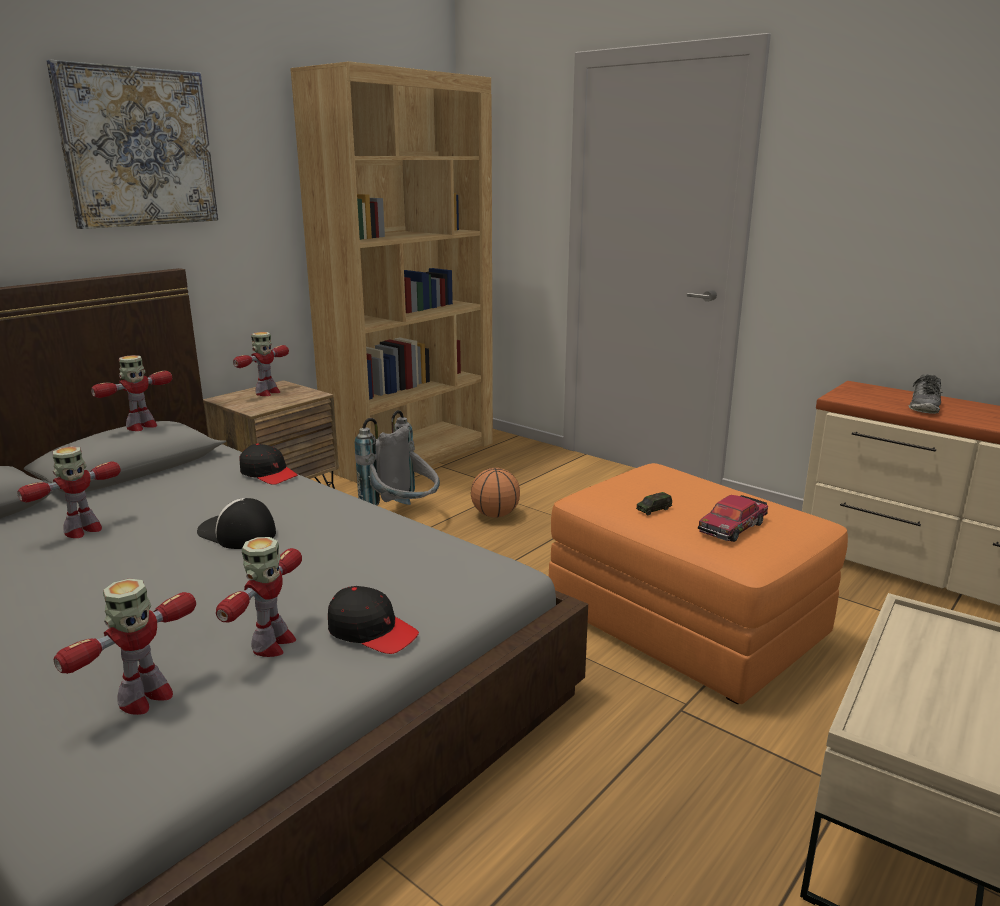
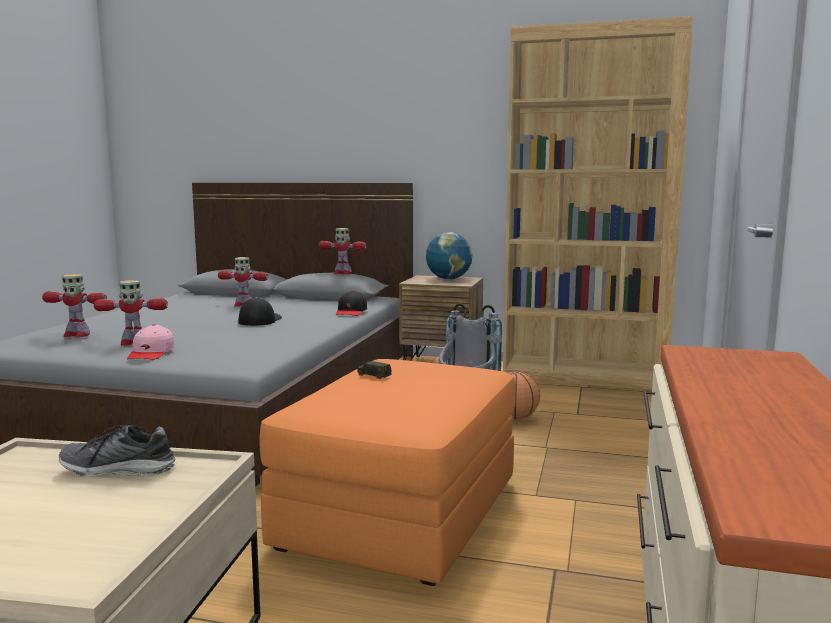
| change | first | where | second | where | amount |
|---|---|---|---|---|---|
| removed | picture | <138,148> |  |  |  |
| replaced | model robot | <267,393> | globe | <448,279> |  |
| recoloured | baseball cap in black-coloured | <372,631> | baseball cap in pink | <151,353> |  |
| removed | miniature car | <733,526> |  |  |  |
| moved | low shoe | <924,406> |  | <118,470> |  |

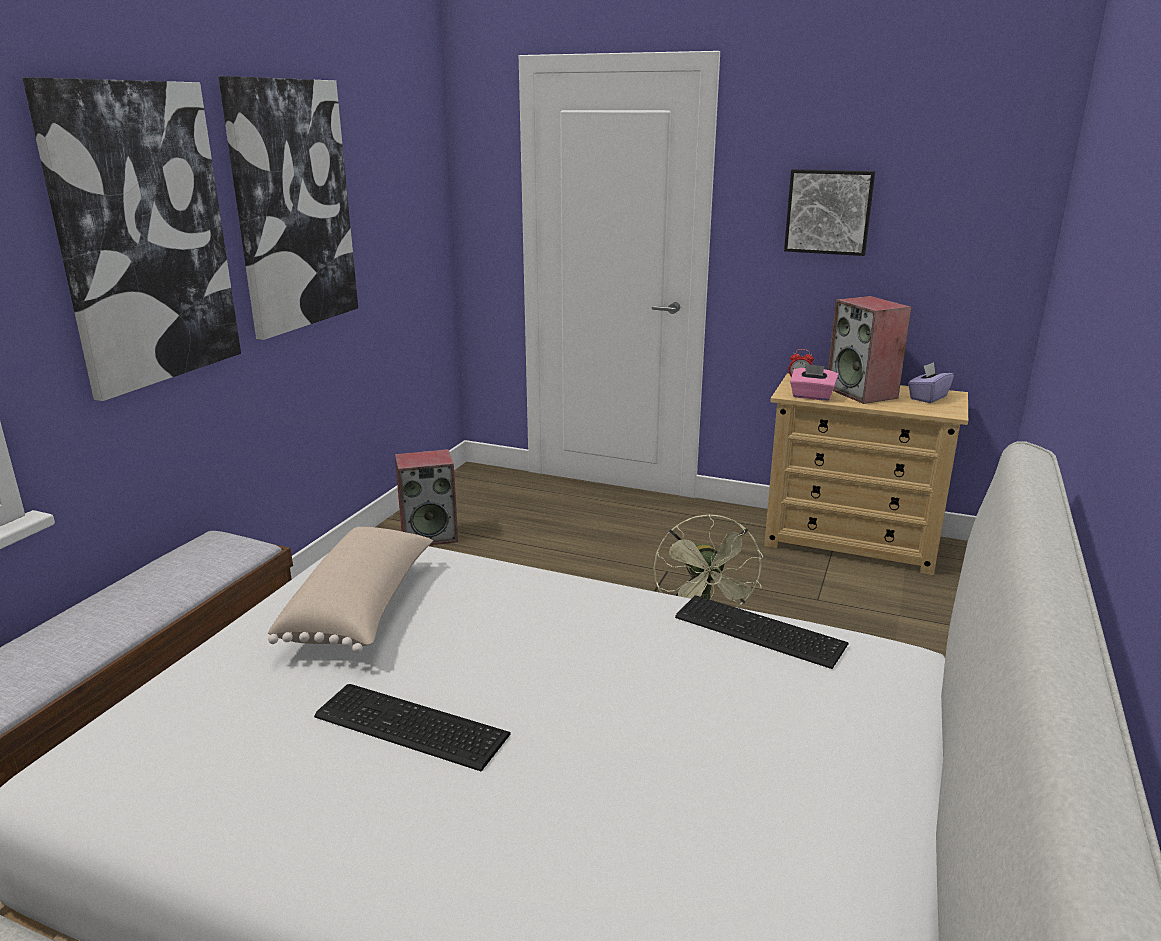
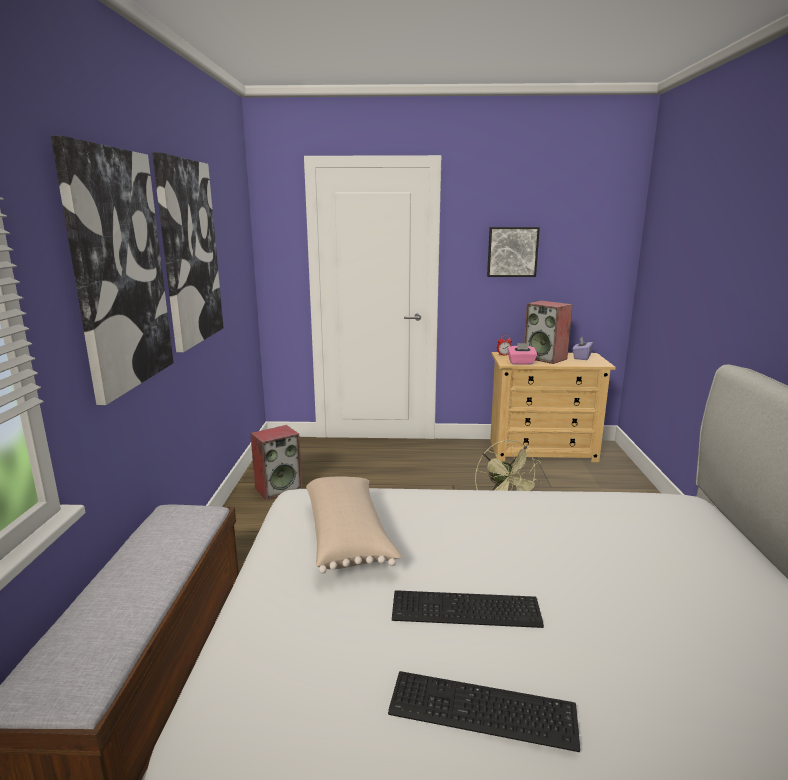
| change | first | where | second | where | amount |
|---|---|---|---|---|---|
| moved | PC keyboard | <760,632> |  | <484,712> |  |

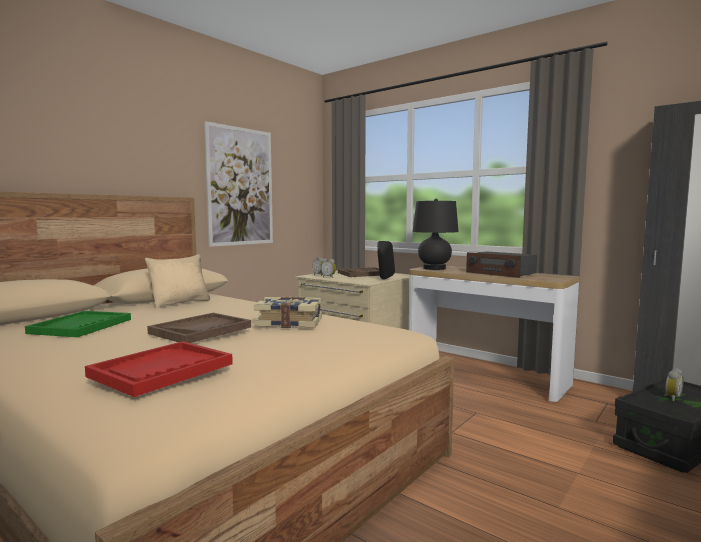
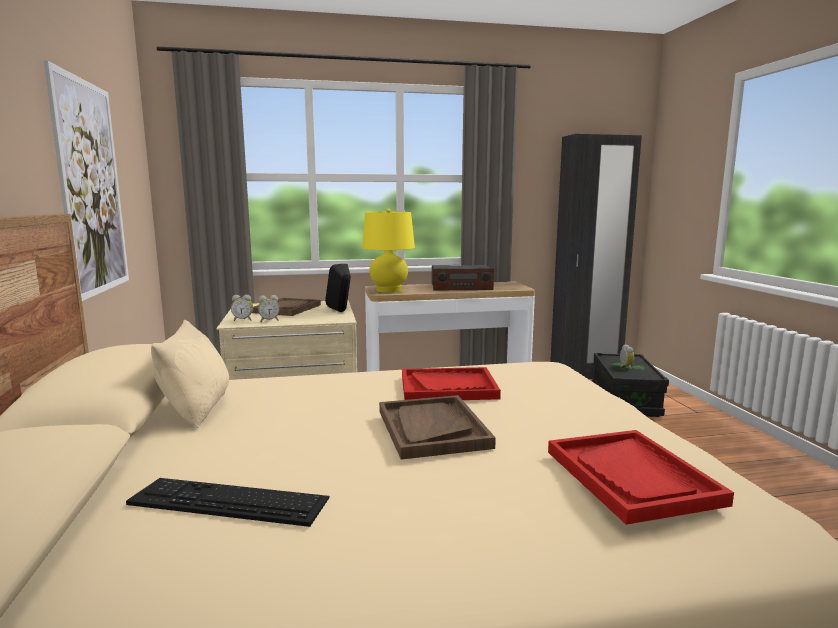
| change | first | where | second | where | amount |
|---|---|---|---|---|---|
| replaced | serving tray in green-coloured | <81,326> | PC keyboard | <229,501> |  |
| replaced | book | <289,323> | serving tray in reddish | <448,387> |  |
| recoloured | table lamp in black-coloured | <434,268> | table lamp in yellow-coloured | <389,290> |  |

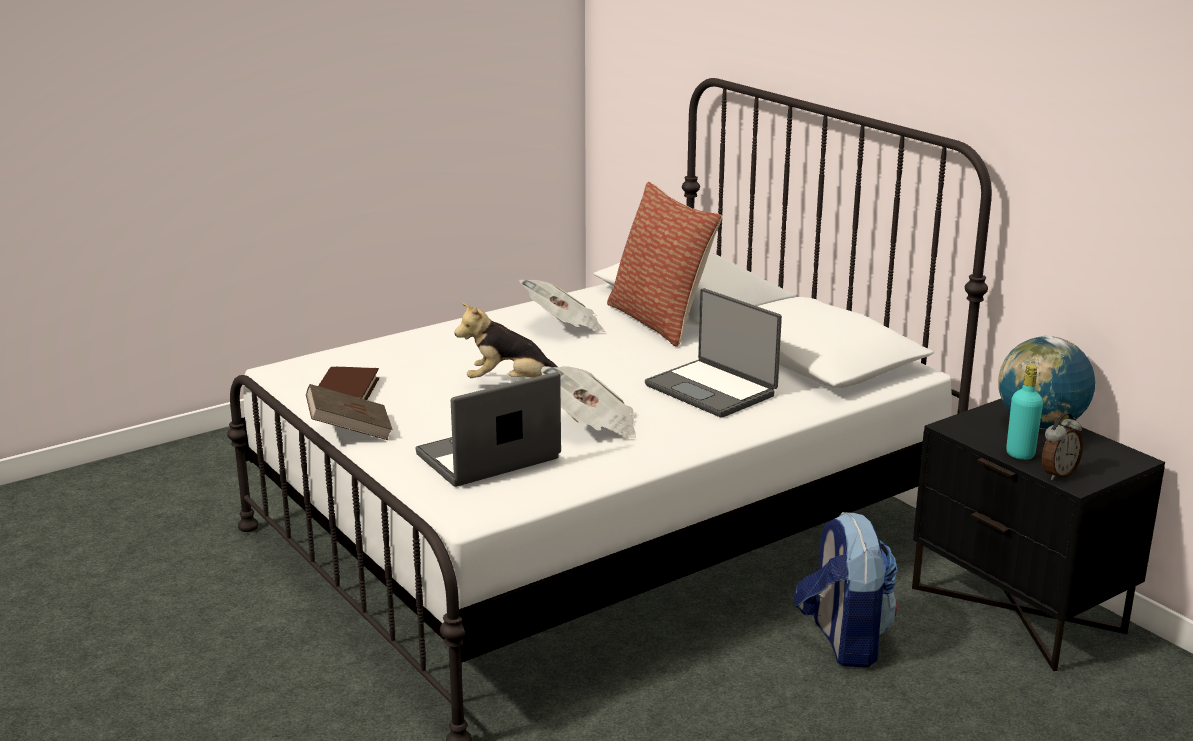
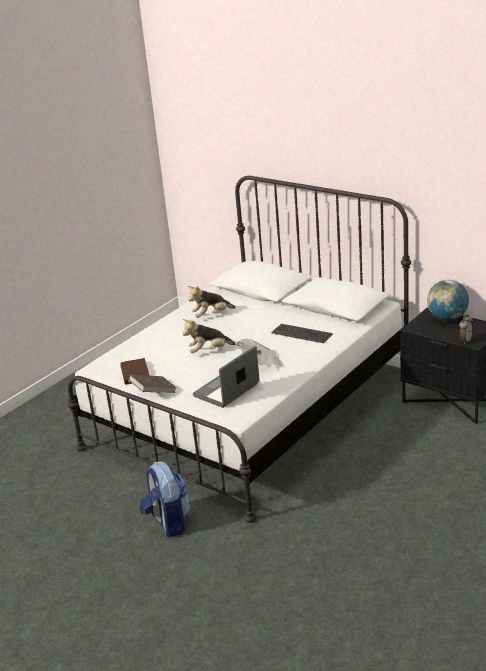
| change | first | where | second | where | amount |
|---|---|---|---|---|---|
| replaced | printed paper | <564,327> | plush toy | <211,315> |  |
| removed | pillow | <660,321> |  |  |  |
| replaced | portable computer | <712,390> | PC keyboard | <302,333> |  |
| moved | backpack | <843,641> |  | <168,523> |  |
| removed | drink bottle in turquoise | <1020,454> |  |  |  |

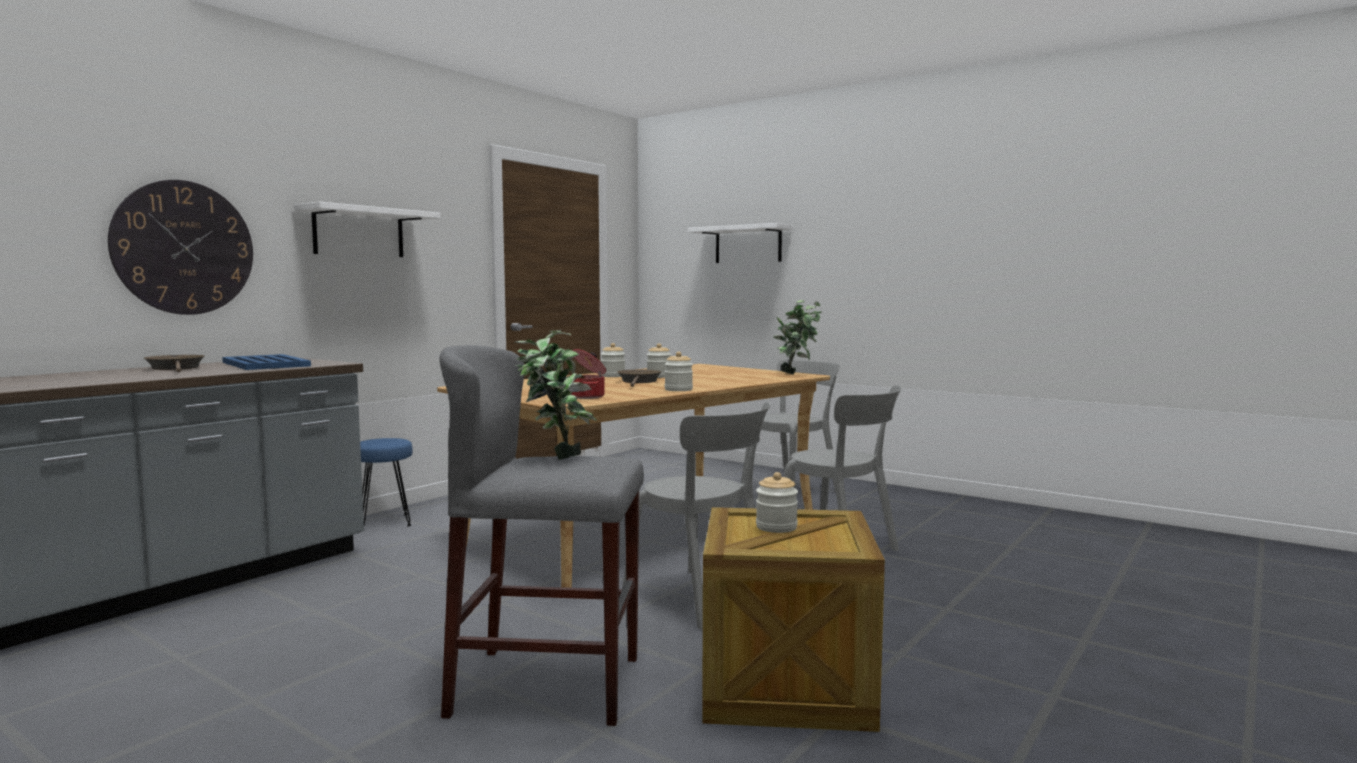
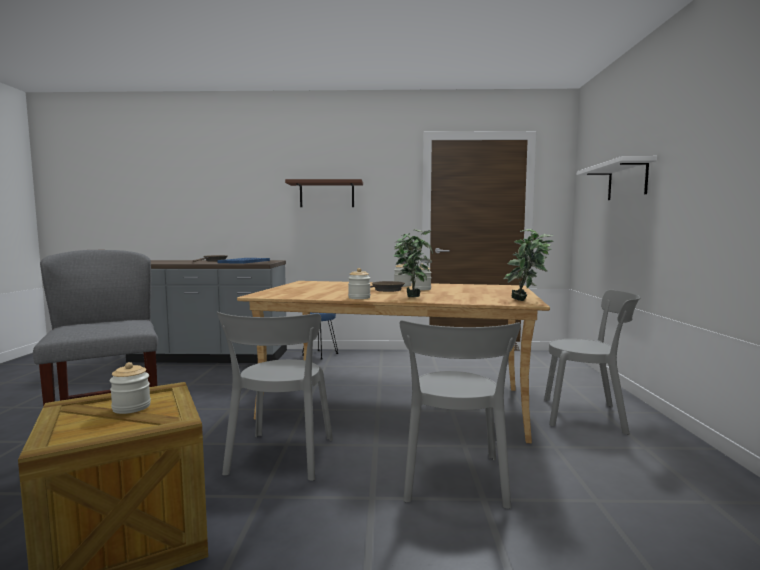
| change | first | where | second | where | amount |
|---|---|---|---|---|---|
| removed | hanging clock | <184,248> |  |  |  |
| recoloured | bracket shelf in white | <359,232> | bracket shelf in brown | <327,194> |  |
| moved | houseplant | <555,458> |  | <412,296> |  |
| removed | stockpot | <587,396> |  |  |  |

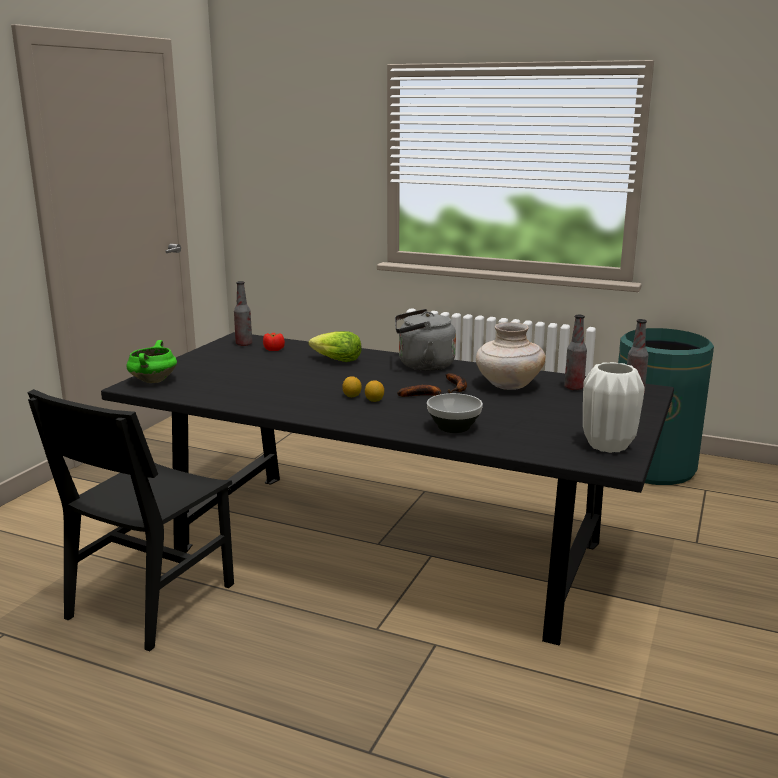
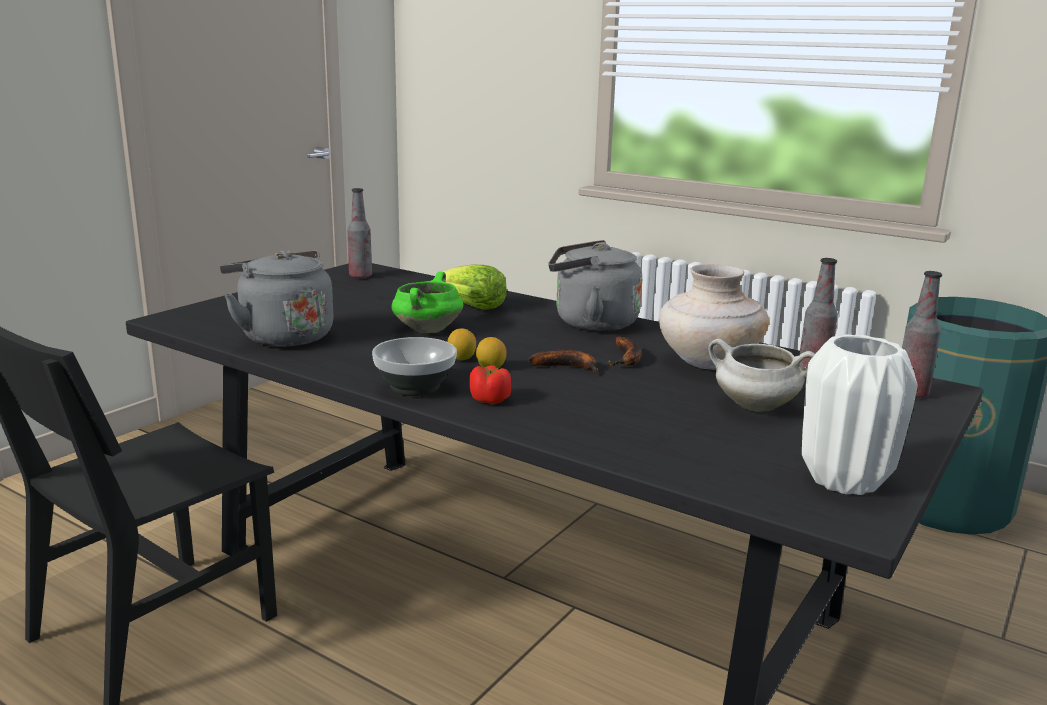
| change | first | where | second | where | amount |
|---|---|---|---|---|---|
| moved | stockpot in green-coloured | <153,380> |  | <427,330> |  |
| moved | whole tomato | <273,349> |  | <489,399> |  |
| moved | deep dish | <454,427> |  | <416,388> |  |
| added |  |  | tea kettle in grey | <283,336> |  |
| added |  |  | stockpot in white | <754,407> |  |

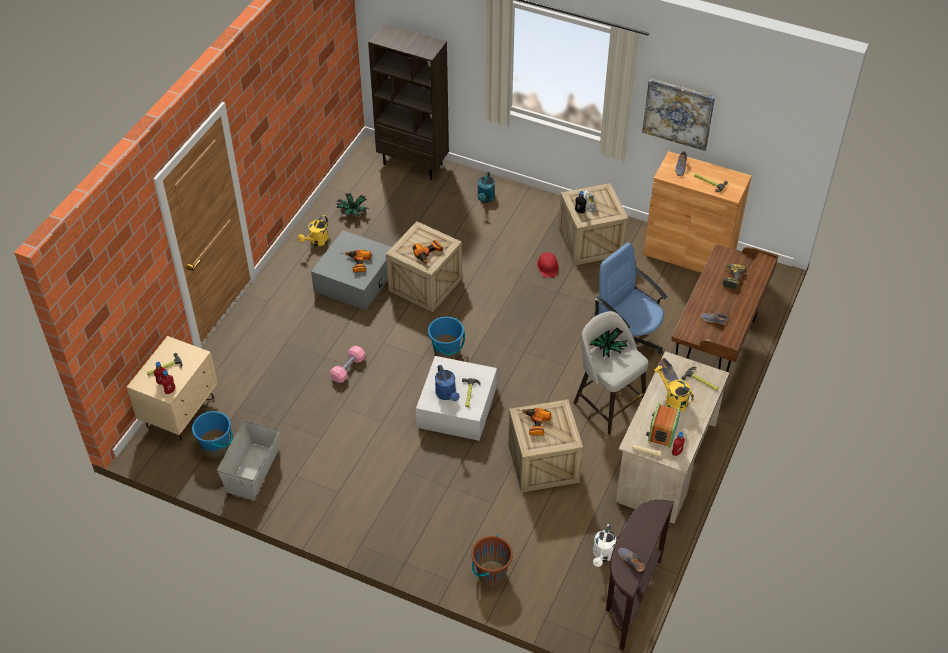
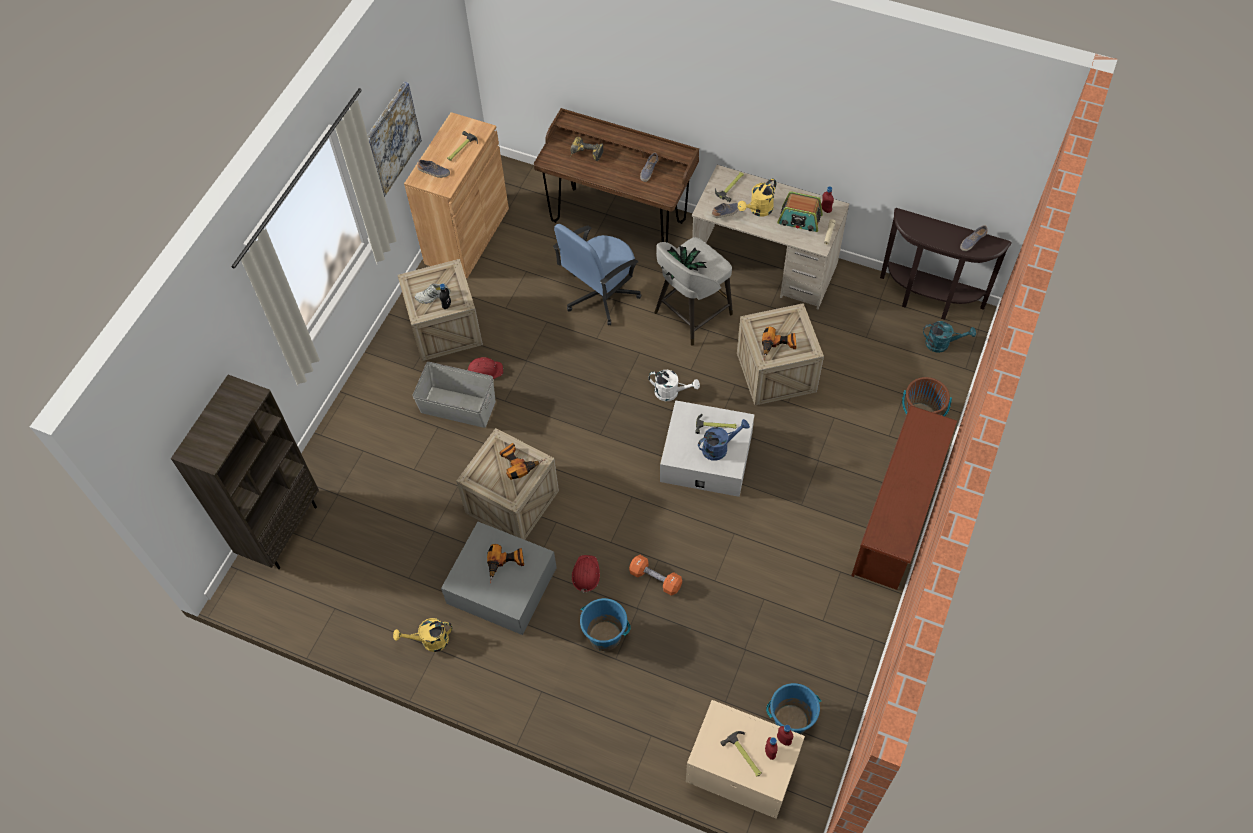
| change | first | where | second | where | amount |
|---|---|---|---|---|---|
| moved | storage box in grey | <253,470> |  | <458,406> |  |
| turned | watering can in yellow-coloured | <316,242> |  | <429,641> | 135 degrees clockwise |
| recoloured | dumbbell in pink | <348,369> | dumbbell in orange | <655,579> |  |
| removed | houseplant | <352,212> |  |  |  |
| moved | water bucket in blue-coloured | <446,351> |  | <605,636> |  |
| moved | watering can in turquoise | <485,199> |  | <942,343> |  |
| moved | watering can in white | <602,556> |  | <671,392> |  |
| added |  |  | safety helmet in reddish | <585,574> |  |
| added |  |  | shoe rack in brown | <897,518> |  |

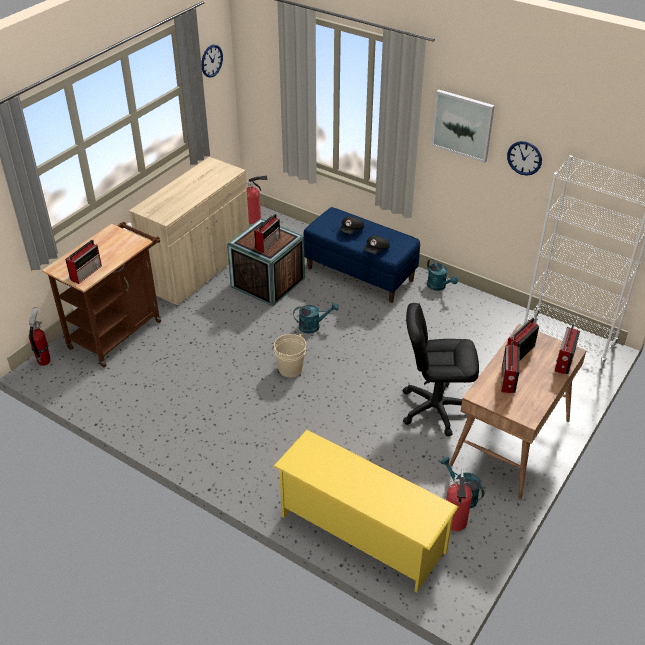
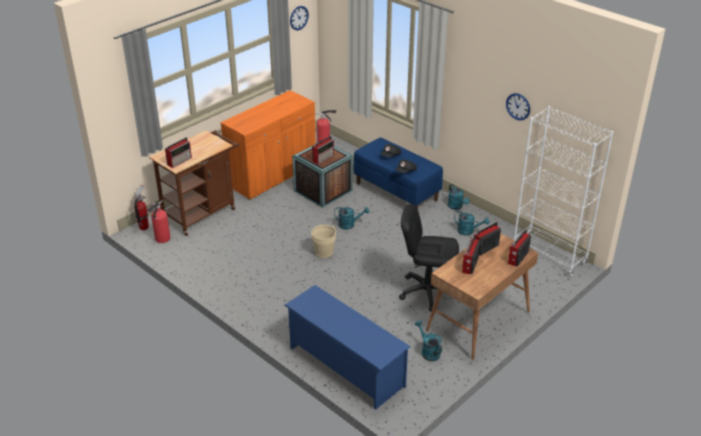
| change | first | where | second | where | amount |
|---|---|---|---|---|---|
| recoloured | cabinet in beige | <198,269> | cabinet in orange | <272,175> |  |
| recoloured | shoe rack in yellow-coloured | <361,533> | shoe rack in blue-coloured | <345,367> |  |
| removed | picture | <462,125> |  |  |  |
| moved | fire-fighting cylinder | <454,523> |  | <161,239> |  |
| added |  |  | watering can in turquoise | <468,231> |  |

